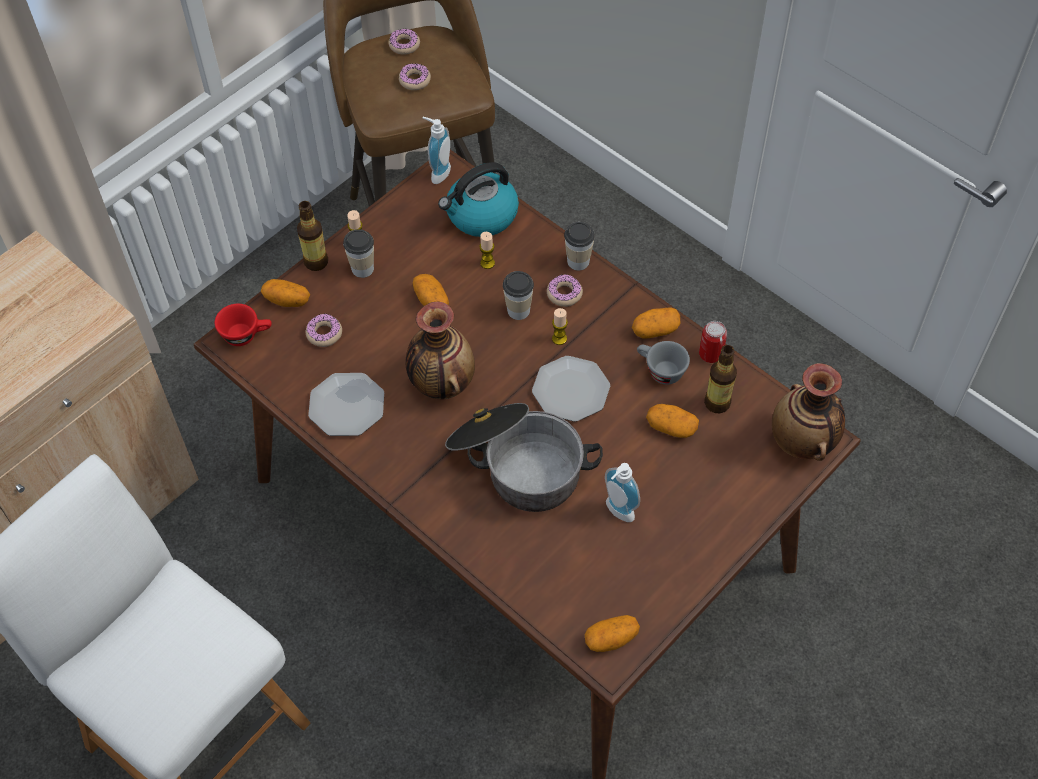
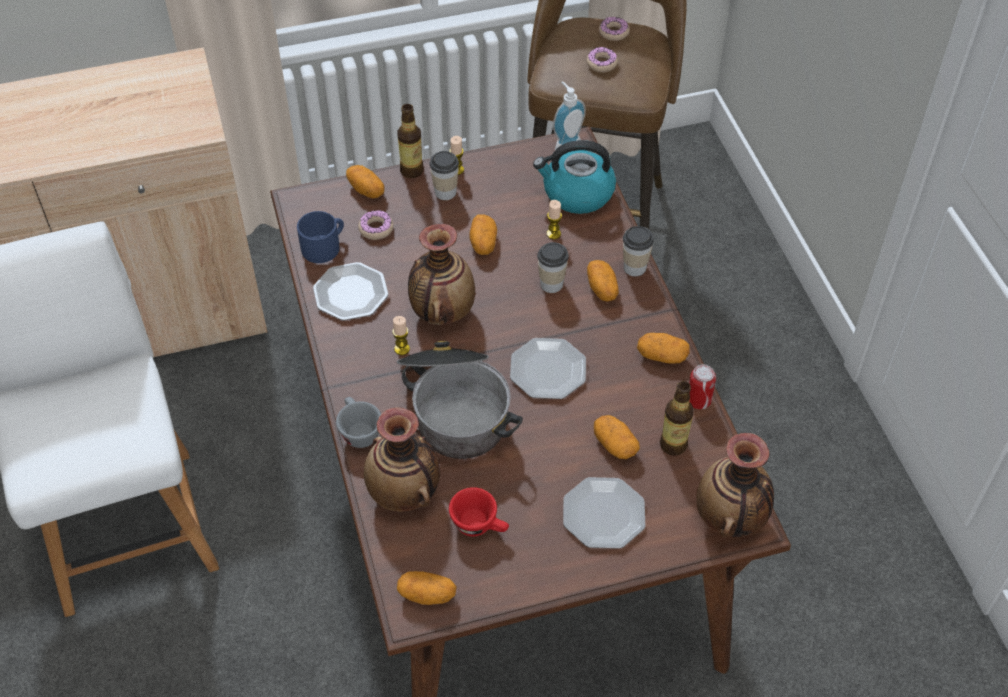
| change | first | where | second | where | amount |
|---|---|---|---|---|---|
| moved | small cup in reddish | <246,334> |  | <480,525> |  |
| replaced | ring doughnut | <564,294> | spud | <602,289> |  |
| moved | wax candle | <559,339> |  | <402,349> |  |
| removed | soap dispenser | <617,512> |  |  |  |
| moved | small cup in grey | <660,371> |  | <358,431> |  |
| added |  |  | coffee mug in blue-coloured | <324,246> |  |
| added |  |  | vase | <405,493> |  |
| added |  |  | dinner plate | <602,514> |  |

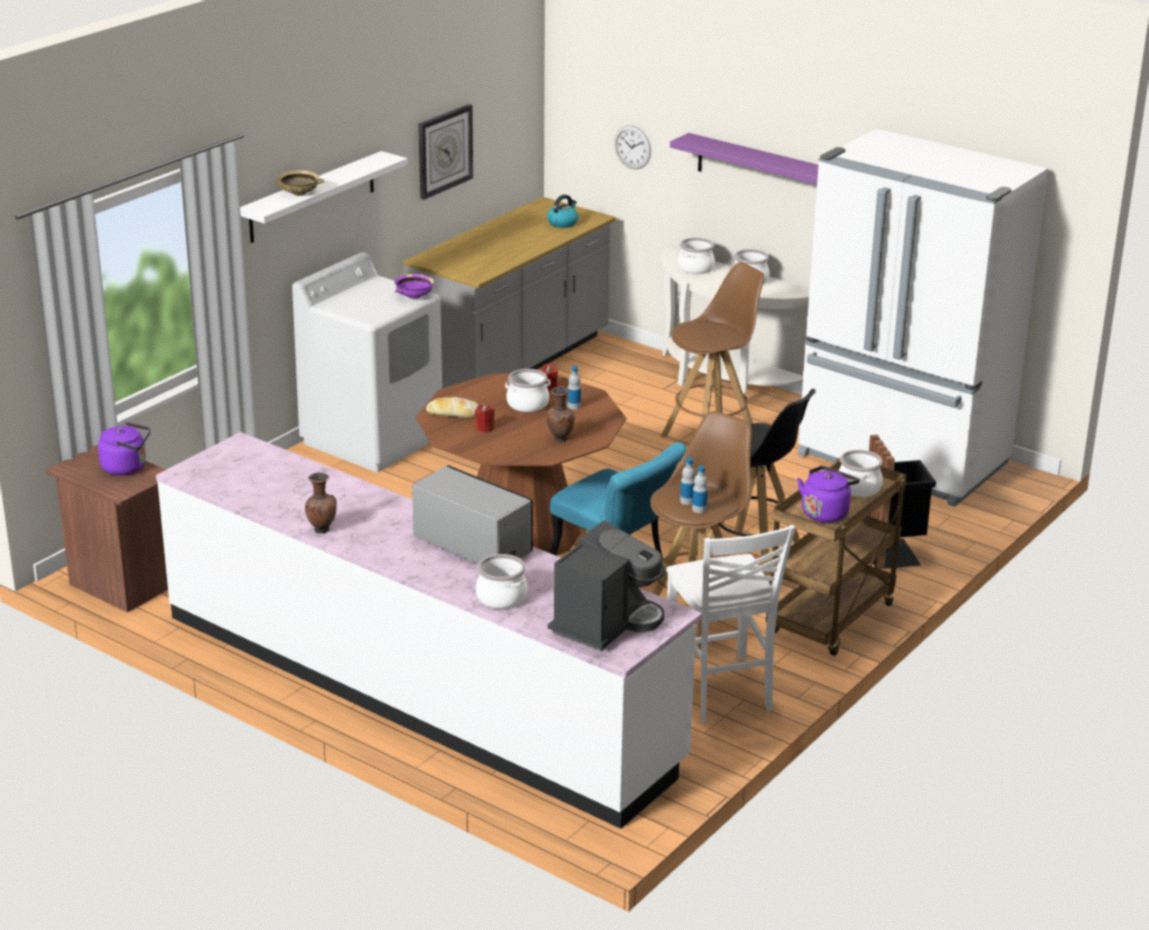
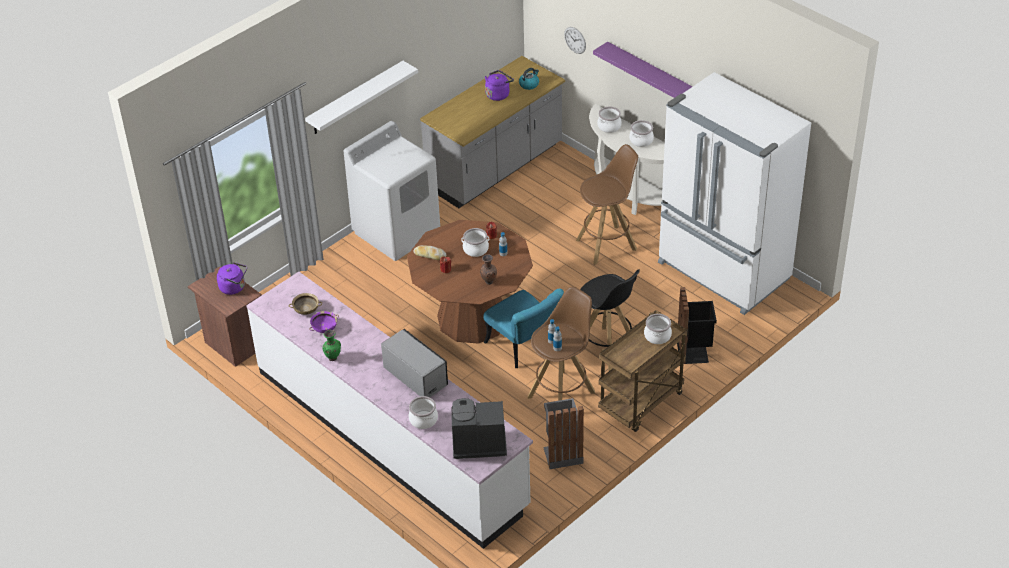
| change | first | where | second | where | amount |
|---|---|---|---|---|---|
| moved | deep dish in beige | <299,193> |  | <306,310> |  |
| recoloured | vase in brown | <321,529> | vase in green-coloured | <332,358> |  |
| moved | deep dish in purple | <414,296> |  | <325,328> |  |
| removed | hanging clock | <444,151> |  |  |  |
| turned | coffee brewer | <606,622> |  | <477,443> | 135 degrees counterclockwise |
| replaced | plain chair in white | <720,691> | rubbish bin in grey | <562,453> |  |
| moved | tea kettle in purple | <826,513> |  | <498,94> |  |

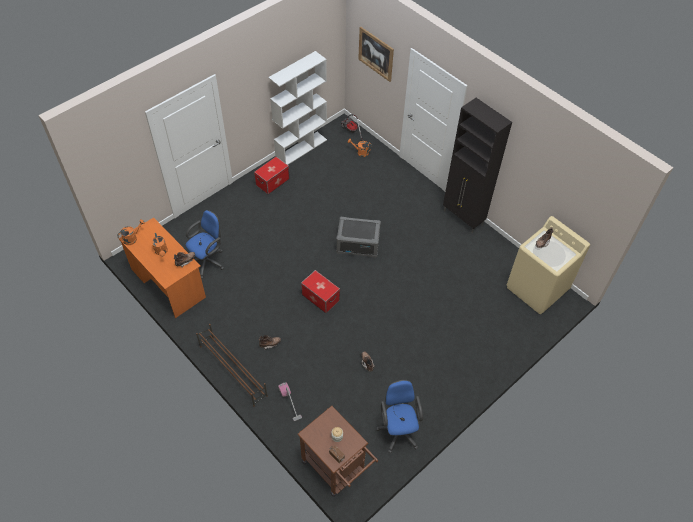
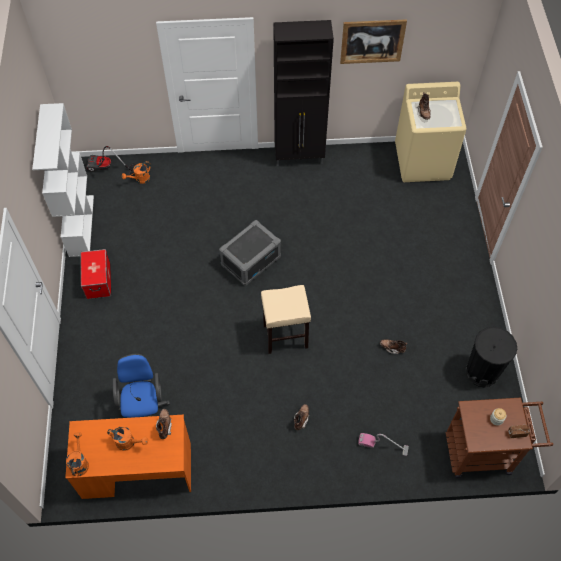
| change | first | where | second | where | amount |
|---|---|---|---|---|---|
| removed | shoe rack in brown | <233,370> |  |  |  |
| replaced | storage box | <320,297> | sitting stool in beige | <285,336> |  |
| moved | picture | <376,54> |  | <372,41> |  |
| replaced | computer chair in blue-coloured | <398,430> | rubbish bin in black-coloured | <482,372> |  |

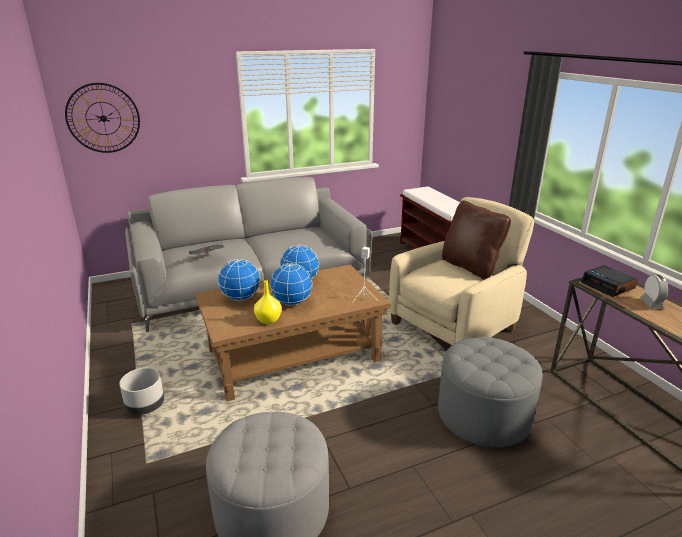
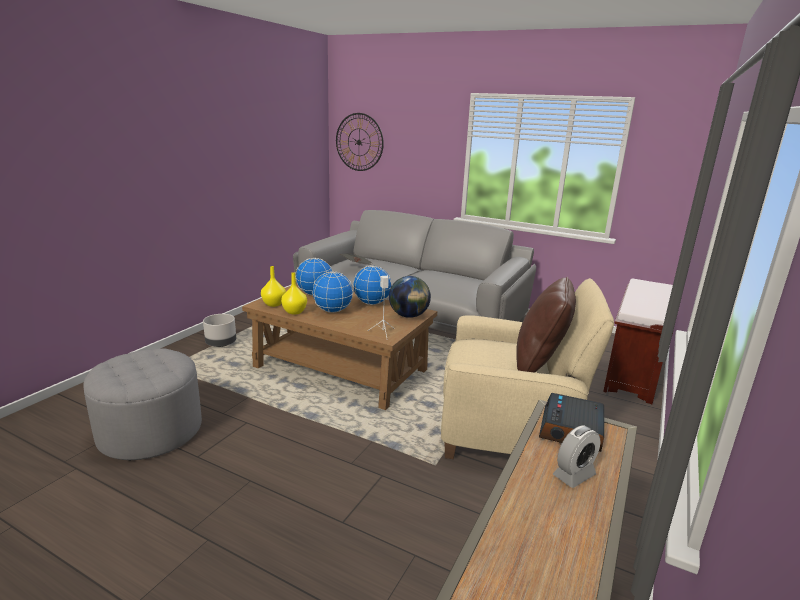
| change | first | where | second | where | amount |
|---|---|---|---|---|---|
| removed | ottoman in grey | <483,415> |  |  |  |
| added |  |  | vase in yellow-coloured | <273,304> |  |
| added |  |  | globe | <409,316> |  |

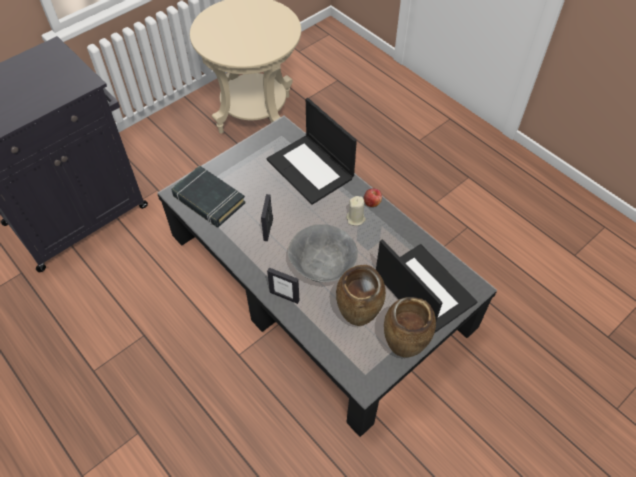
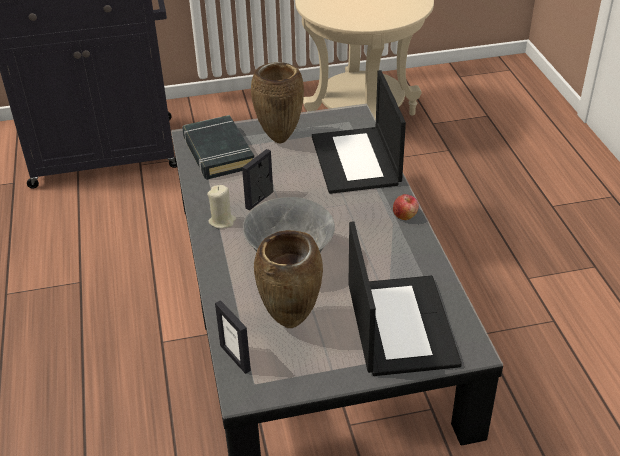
| change | first | where | second | where | amount |
|---|---|---|---|---|---|
| moved | standing frame | <284,296> |  | <235,358> |  |
| moved | wax candle in beige | <356,218> |  | <222,221> |  |
| moved | vase in brown | <402,348> |  | <280,139> |  |

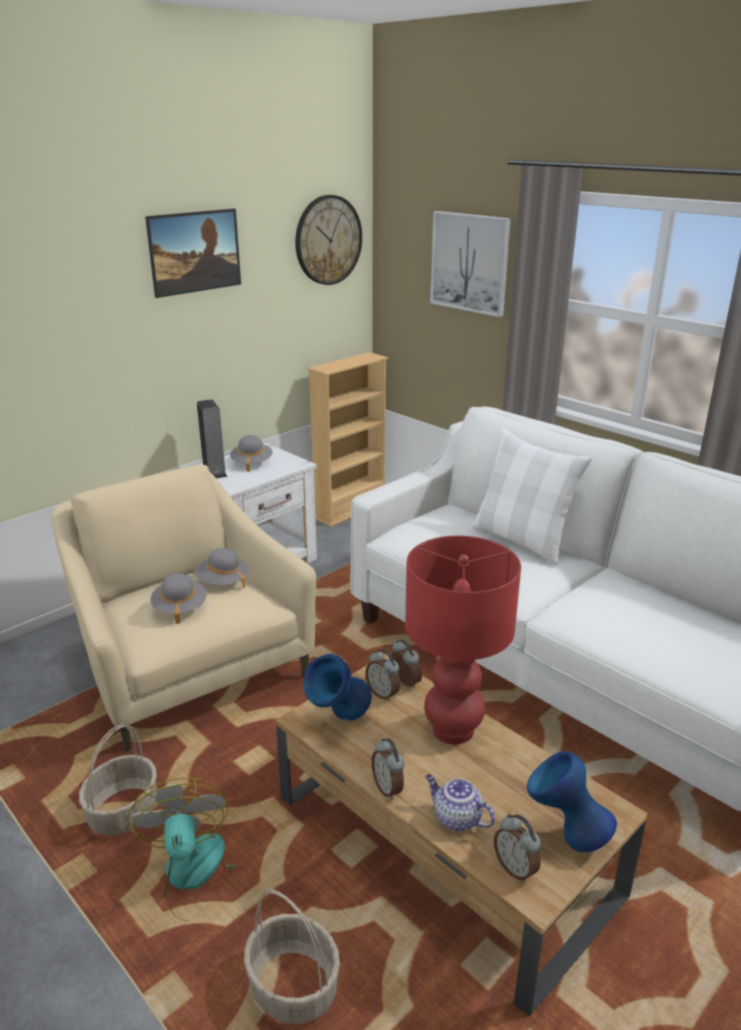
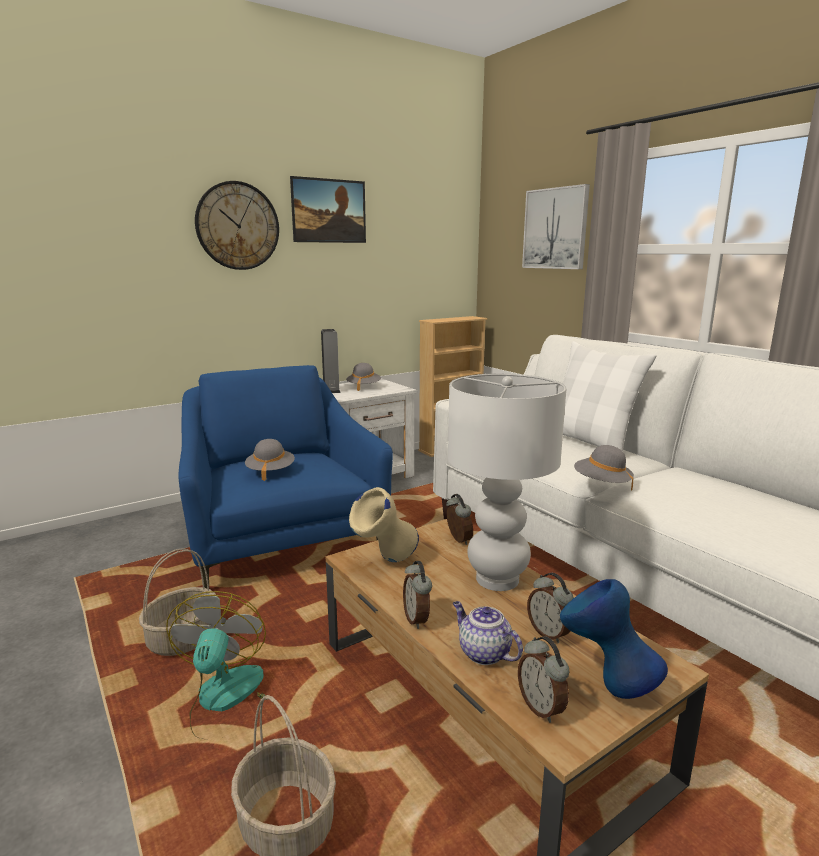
| change | first | where | second | where | amount |
|---|---|---|---|---|---|
| recoloured | lounge chair in beige | <187,666> | lounge chair in blue-coloured | <281,537> |  |
| moved | wearable hat in grey | <222,582> |  | <602,484> |  |
| moved | hanging clock | <328,240> |  | <237,226> |  |
| recoloured | vase in blue-coloured | <338,721> | vase in beige | <385,562> |  |
| moved | table clock | <383,693> |  | <549,633> |  |
| recoloured | table lamp in reddish | <452,729> | table lamp in white | <497,579> |  |

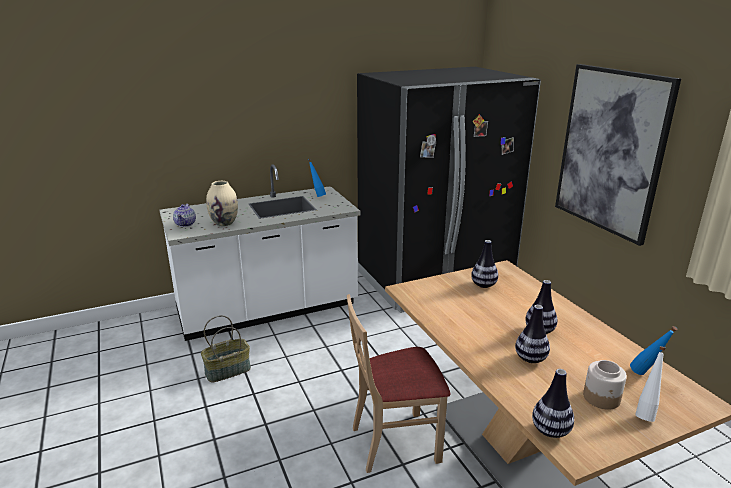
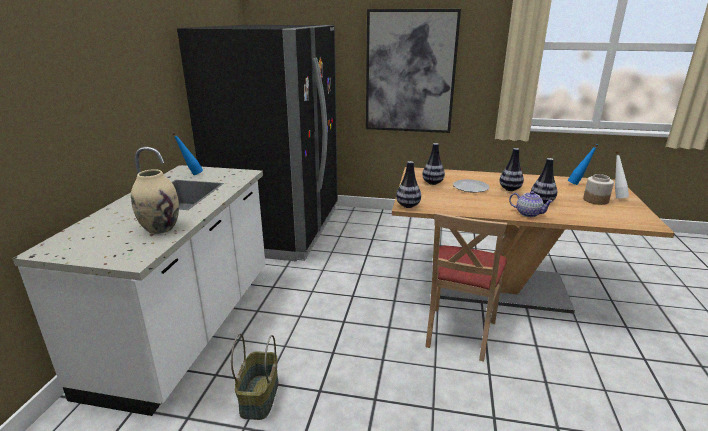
| change | first | where | second | where | amount |
|---|---|---|---|---|---|
| moved | pot for tea | <185,224> |  | <528,213> |  |
| moved | vase | <550,431> |  | <408,206> |  |
| added |  |  | dinner plate | <470,187> |  |

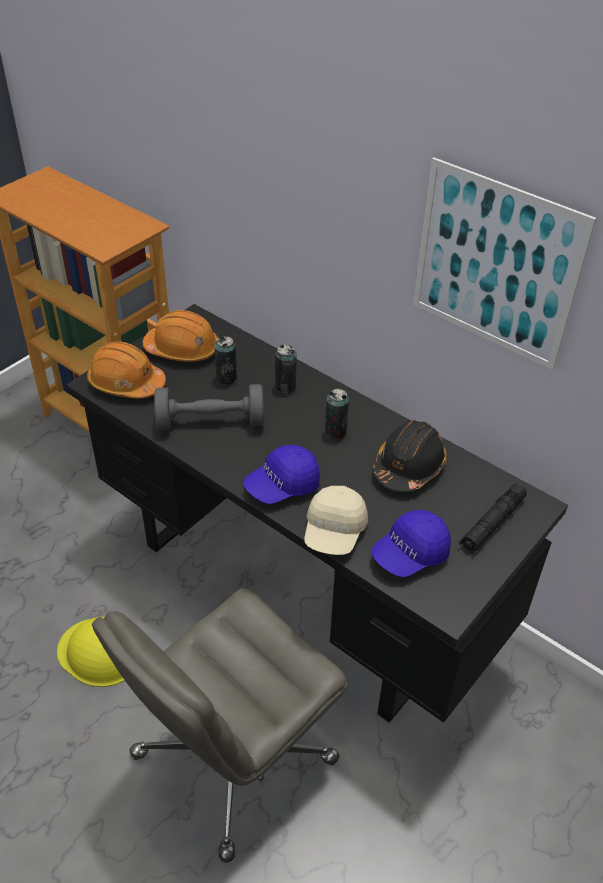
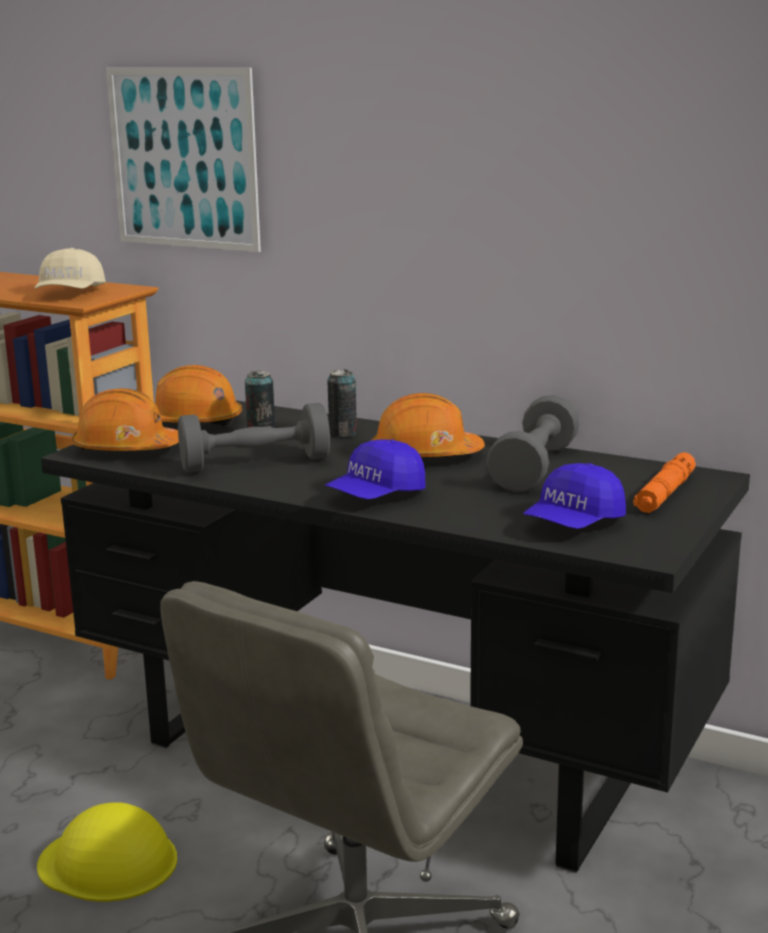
| change | first | where | second | where | amount |
|---|---|---|---|---|---|
| moved | baseball cap in beige | <334,532> |  | <70,294> |  |
| replaced | sealed can | <335,432> | safety helmet in orange | <425,455> |  |
| replaced | safety helmet in black-coloured | <408,467> | dumbbell in grey | <534,469> |  |
| moved | picture | <495,265> |  | <183,158> |  |
| recoloured | flashlight in black-coloured | <492,523> | flashlight in orange | <665,493> |  |

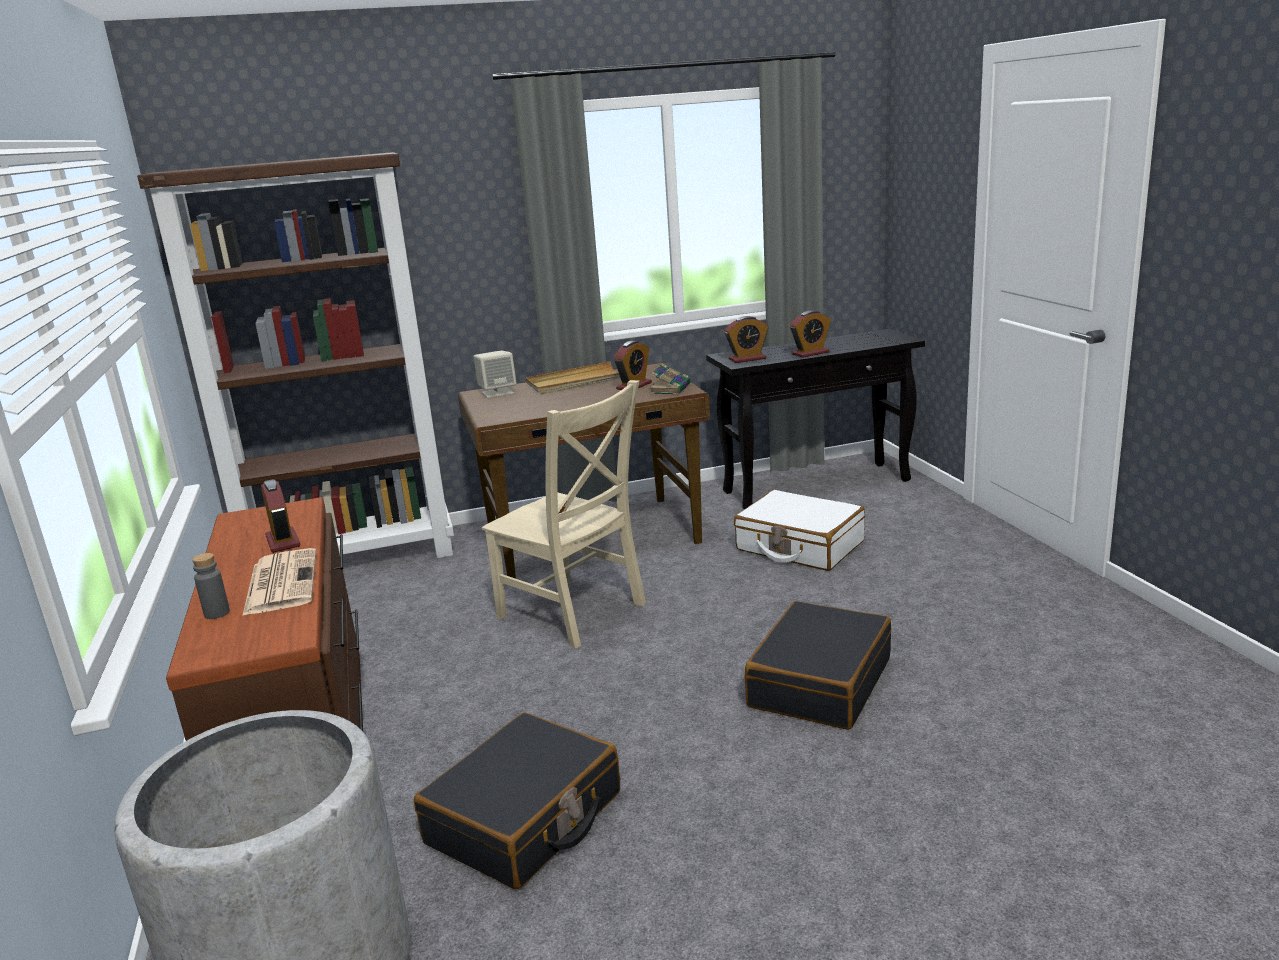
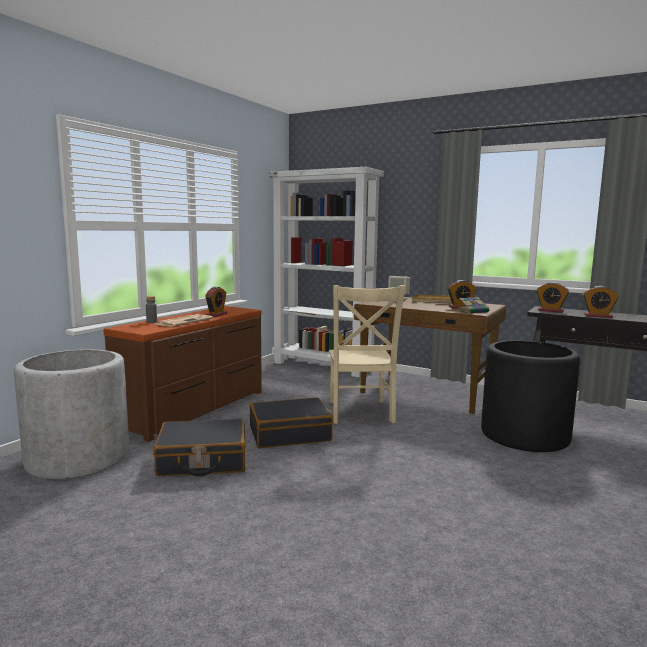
| change | first | where | second | where | amount |
|---|---|---|---|---|---|
| recoloured | bookcase in brown | <354,559> | bookcase in white | <323,366> |  |
| replaced | suitcase in white | <799,546> | flower pot in black-coloured | <525,435> |  |
| moved | suitcase in black-coloured | <819,682> |  | <290,434> |  |

